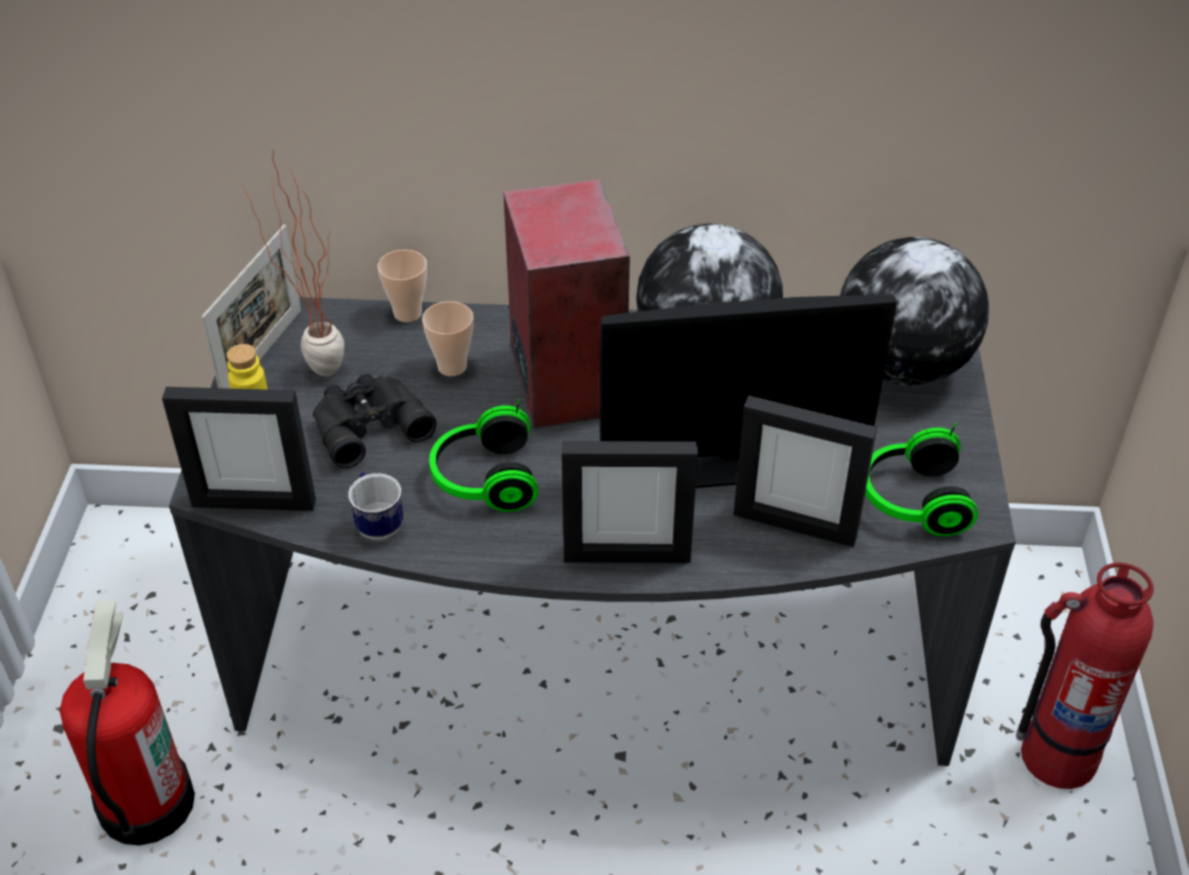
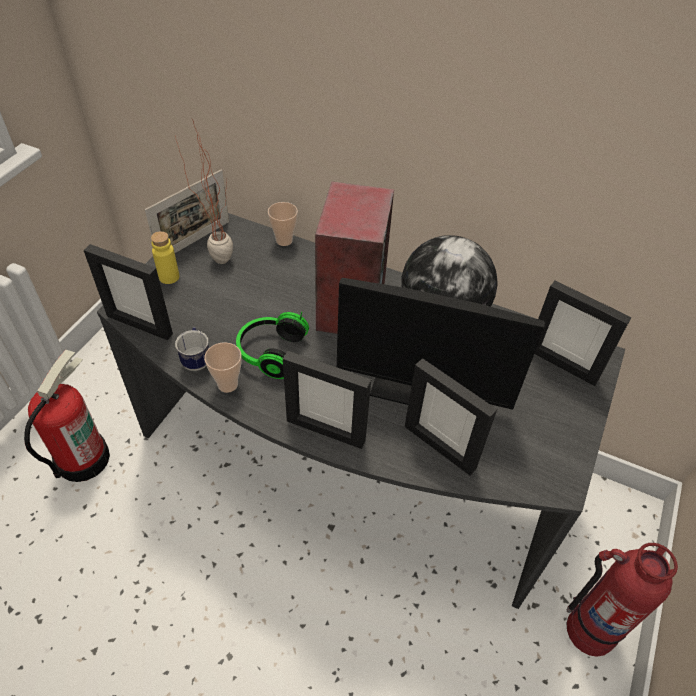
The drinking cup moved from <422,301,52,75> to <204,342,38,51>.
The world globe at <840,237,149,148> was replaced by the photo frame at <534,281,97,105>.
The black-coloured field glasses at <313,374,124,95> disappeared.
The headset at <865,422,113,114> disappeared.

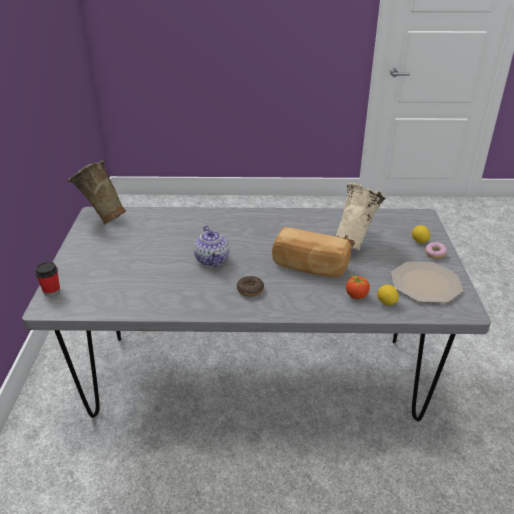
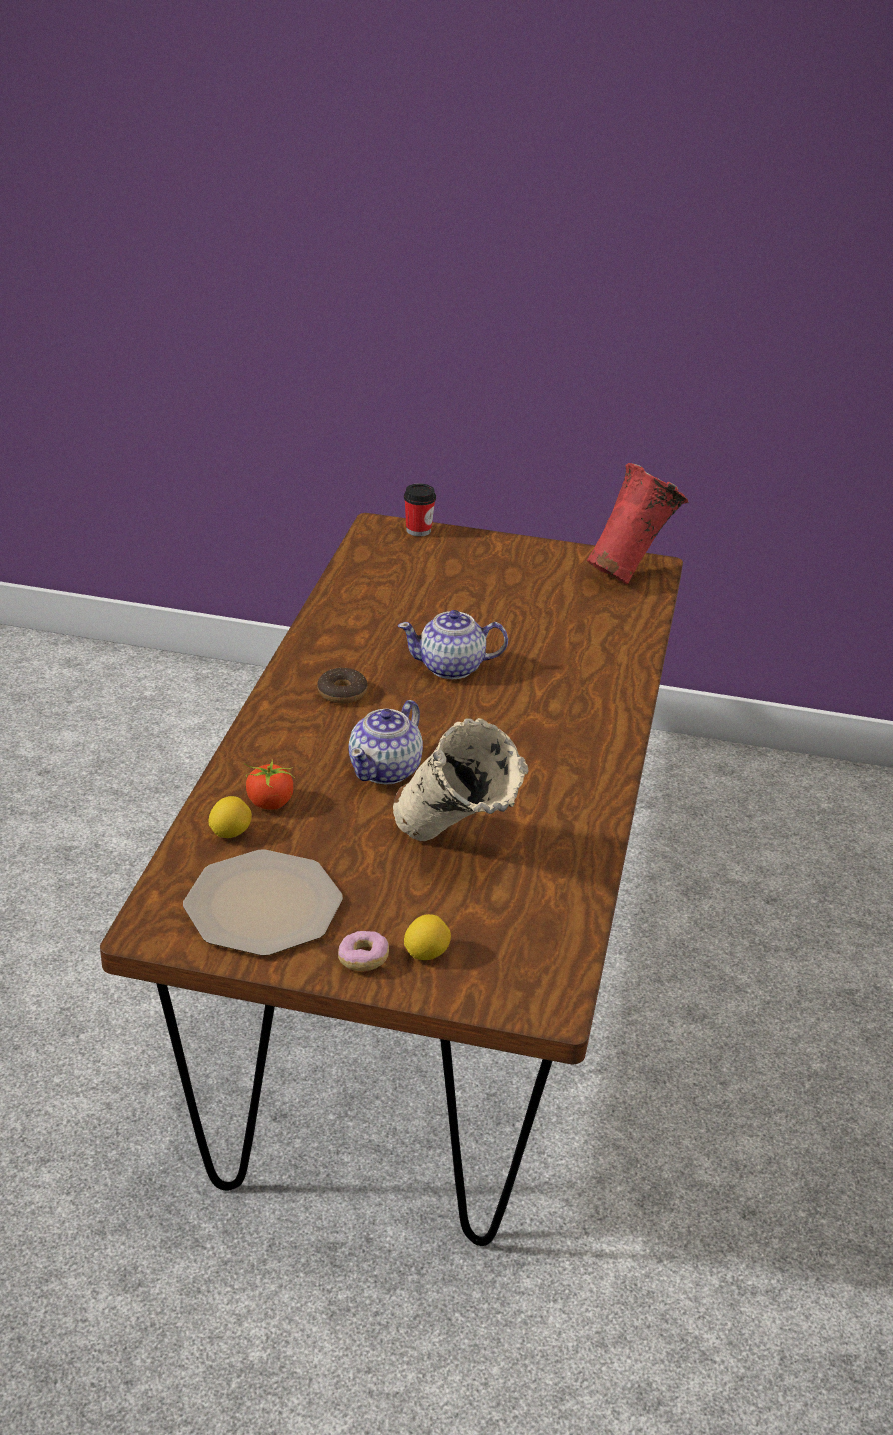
The gray dining table at <22,207,469,214> became the brownish dining table at <100,513,583,733>.
The bakery bread at <272,227,79,50> was replaced by the teapot at <348,700,75,85>.
The beige-coloured flower vase at <67,160,59,64> became the red flower vase at <587,463,102,122>.

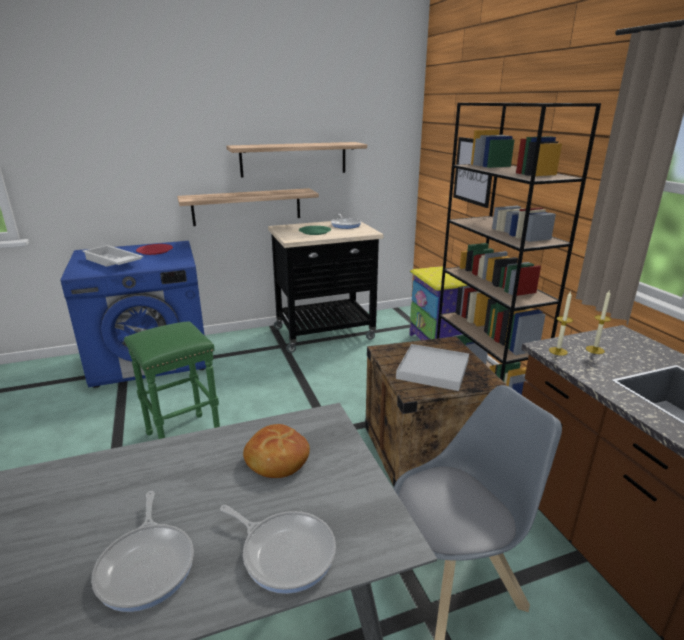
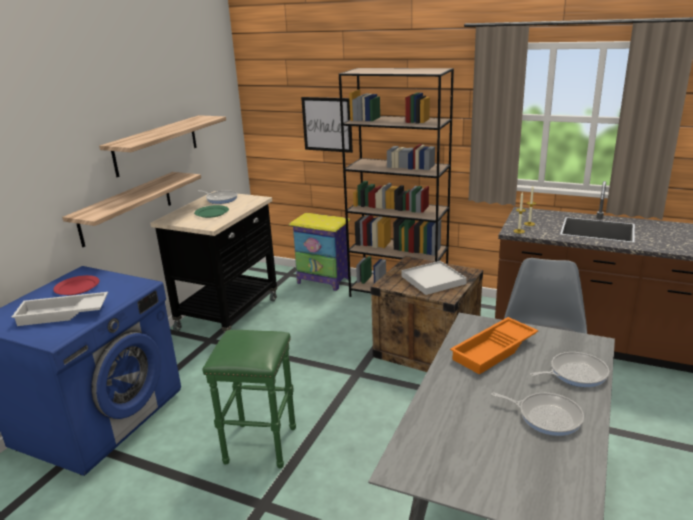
The bakery bread at <243,424,67,54> was replaced by the orangey tray at <450,317,88,58>.

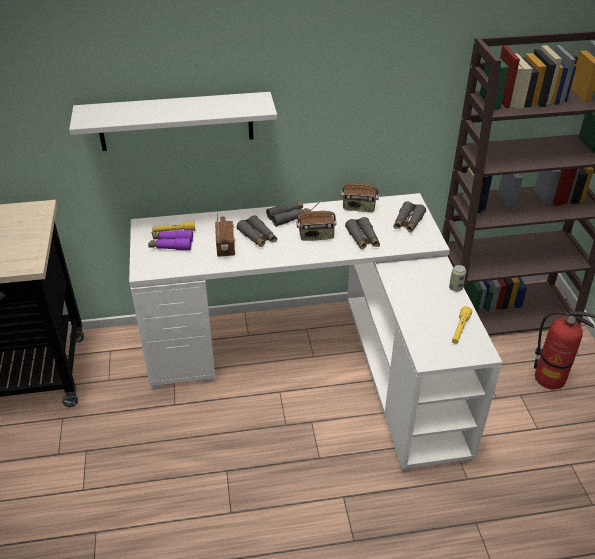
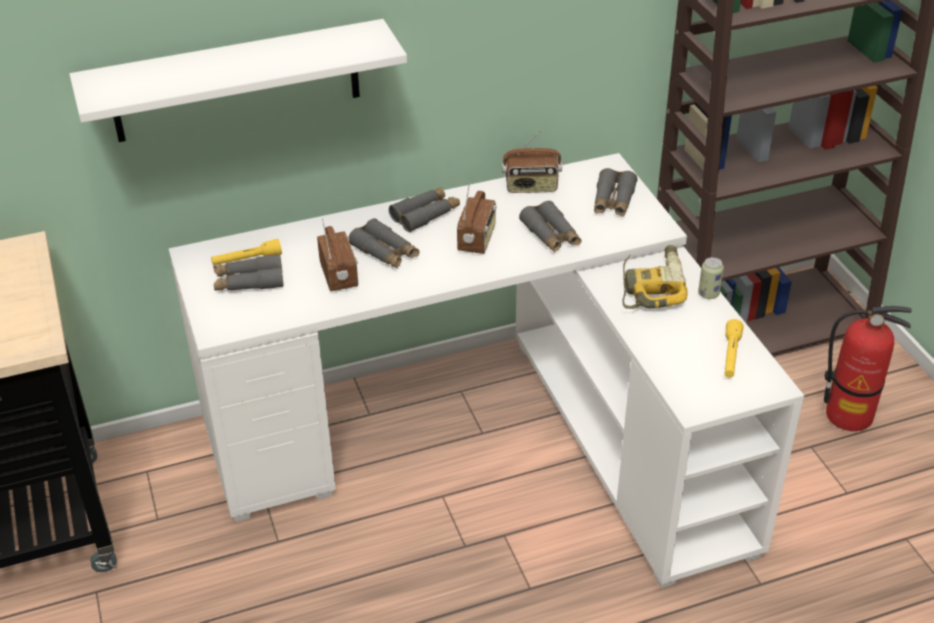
The purple field glasses at <148,230,45,20> became the gray field glasses at <213,255,71,36>.
The radio set at <297,199,40,42> turned 60 degrees counterclockwise.
The power drill at <623,245,64,64> appeared.

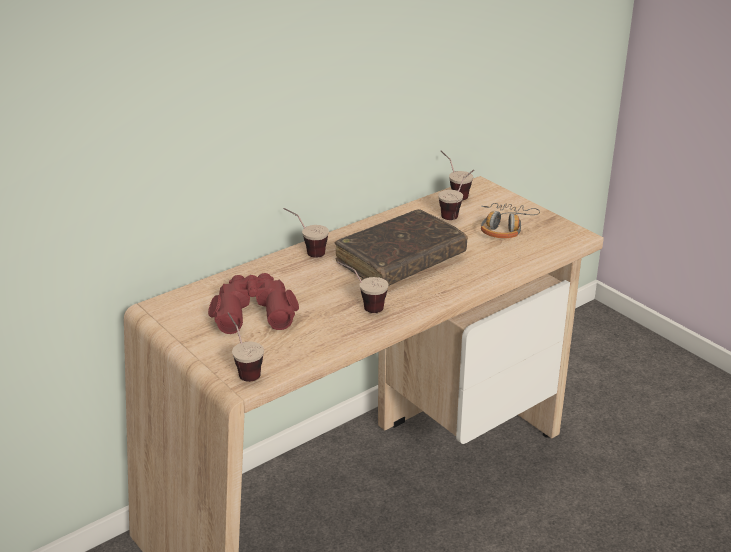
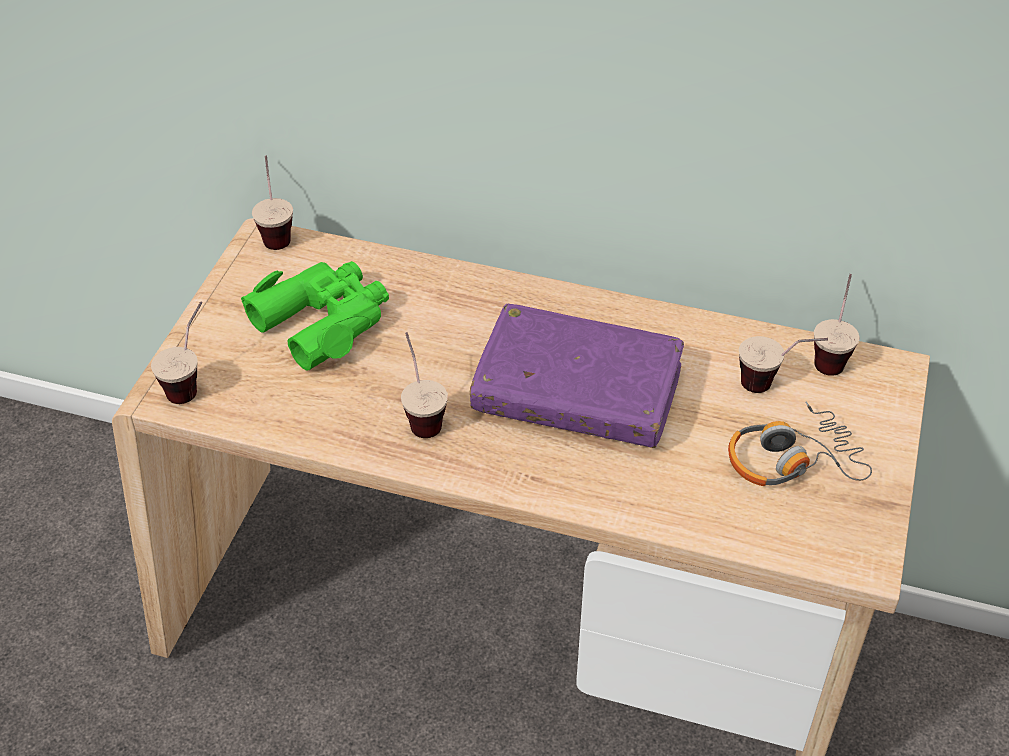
The red field glasses at <208,273,91,61> became the green-coloured field glasses at <241,261,148,110>.
The drinking cup moved from <284,208,45,50> to <252,155,41,95>.
The brownish bound book at <335,209,133,77> became the purple bound book at <470,304,214,144>.

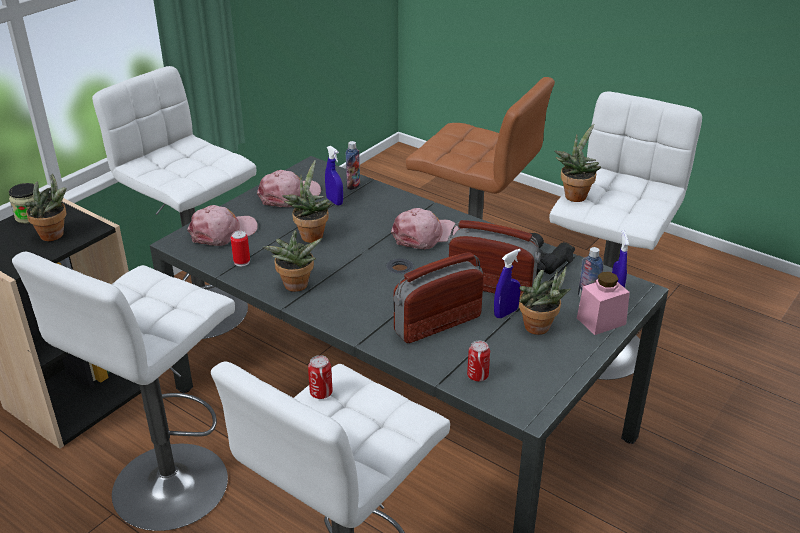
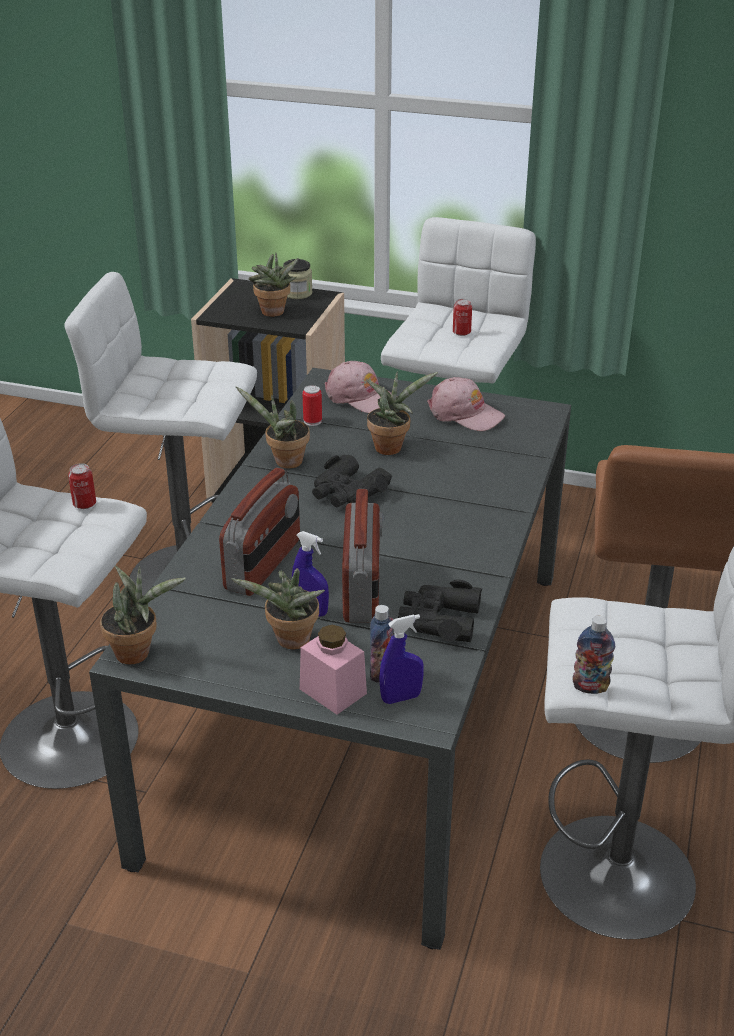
The potted plant moved from <554,124,47,78> to <100,566,86,99>.
The radio set at <394,252,90,91> turned 75 degrees clockwise.
The black-coloured field glasses at <312,454,80,53> appeared.
The sealed can moved from <467,340,23,41> to <453,299,19,37>.
The bottle moved from <346,141,14,49> to <572,616,43,78>.
The blue-coloured hand sprayer at <325,146,18,60> disappeared.
The pink-coloured baseball cap at <391,208,68,41> disappeared.

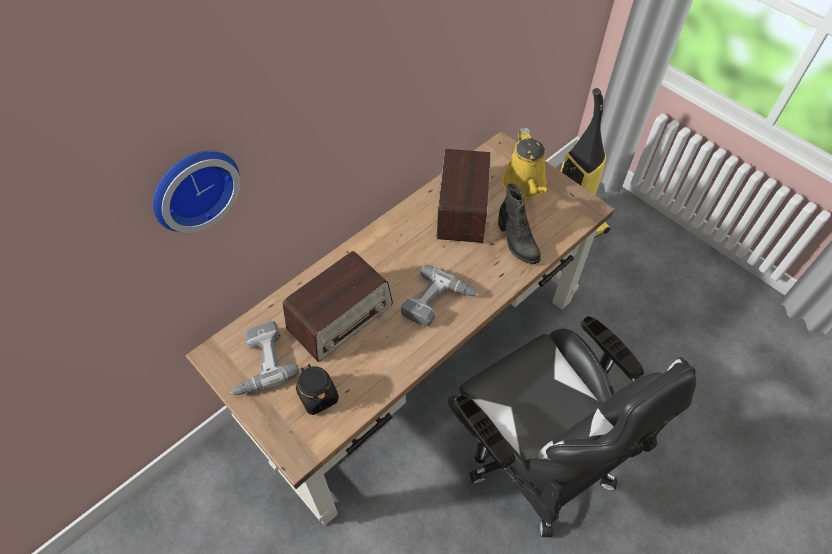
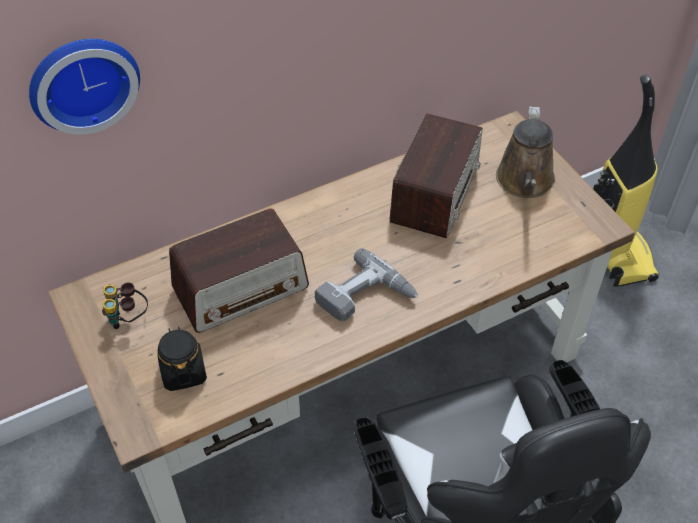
The power drill at <231,321,68,74> was replaced by the field glasses at <102,282,46,47>.
The yellow-coloured watering can at <502,128,47,71> became the brownish watering can at <496,106,59,92>.
The black-coloured boot at <498,183,43,81> disappeared.

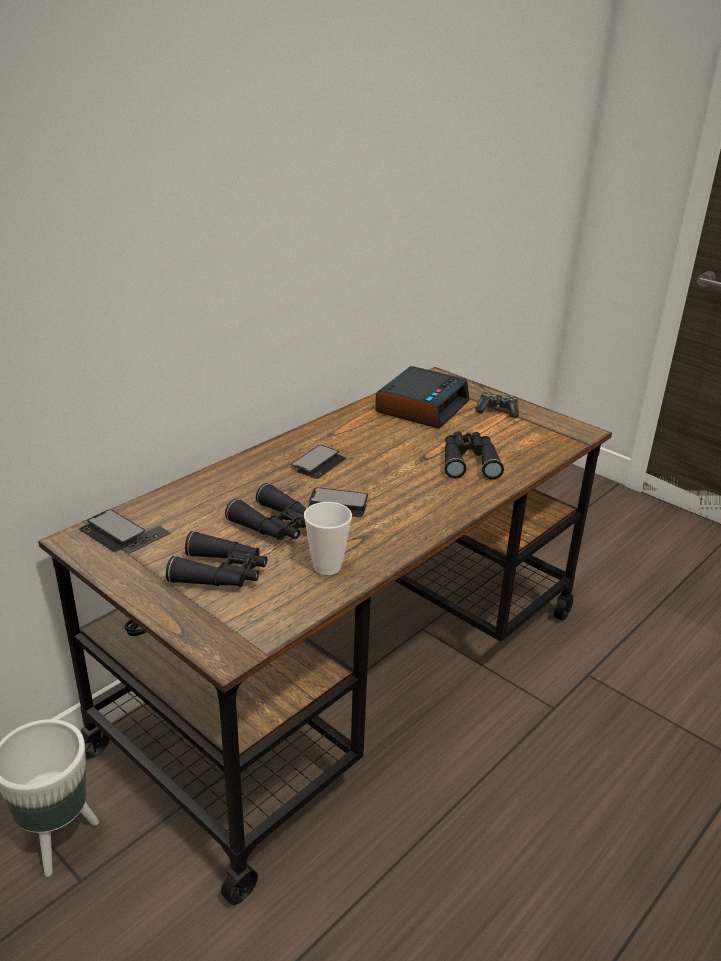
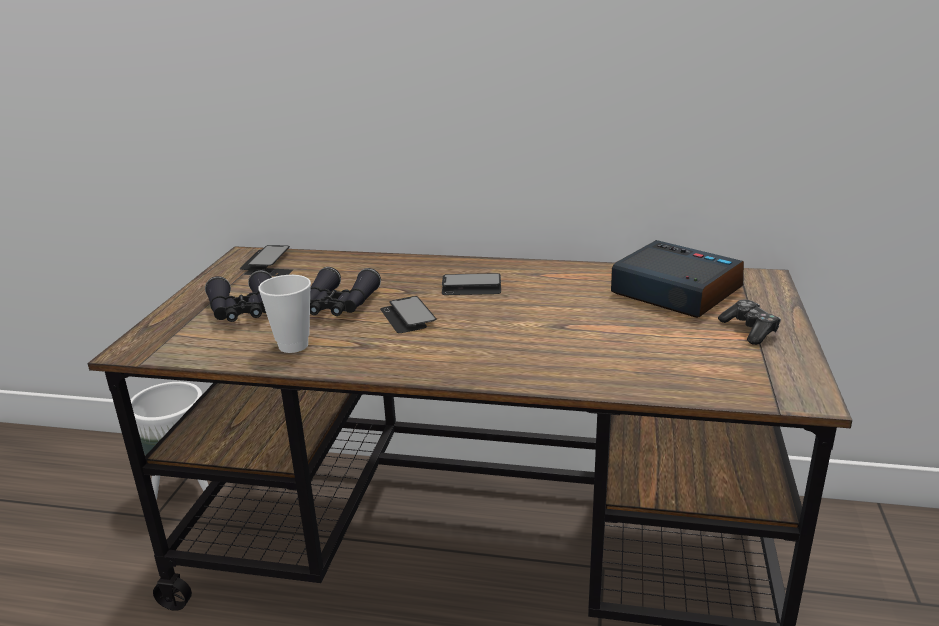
The alarm clock at <375,366,94,63> turned 135 degrees counterclockwise.
The black-coloured field glasses at <444,431,60,48> disappeared.

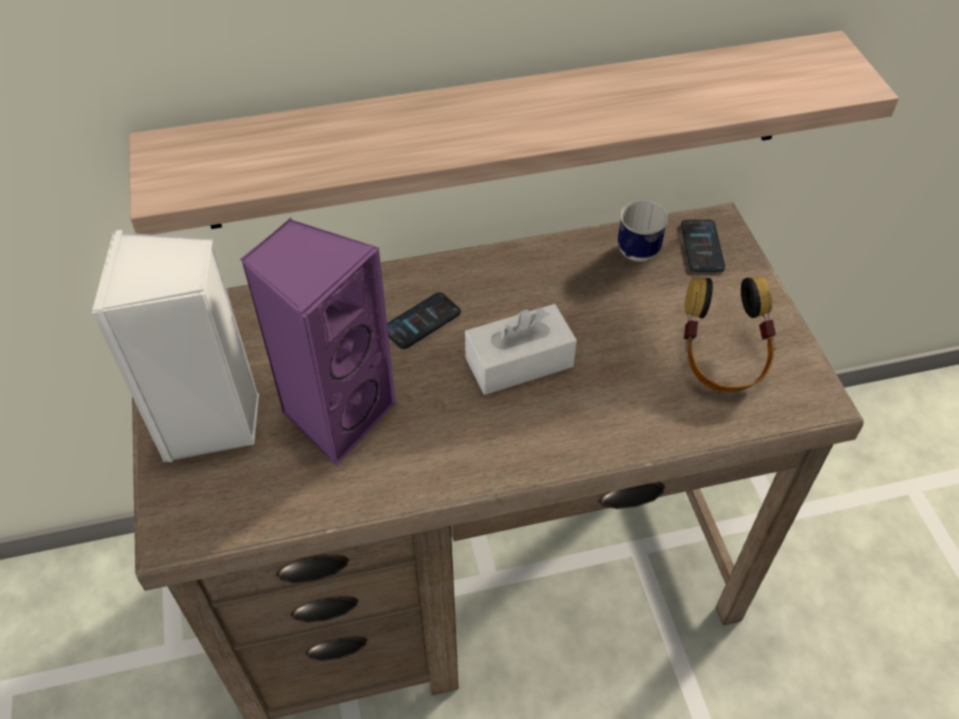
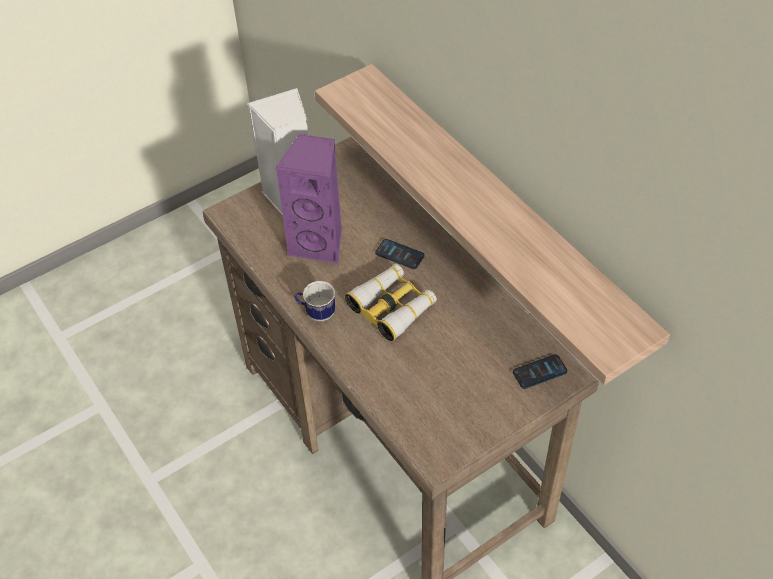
The coffee mug moved from <618,200,51,62> to <294,281,42,40>.
The white-coloured box of tissues at <465,304,112,91> was replaced by the field glasses at <345,264,92,77>.
The headset at <684,277,92,115> disappeared.

